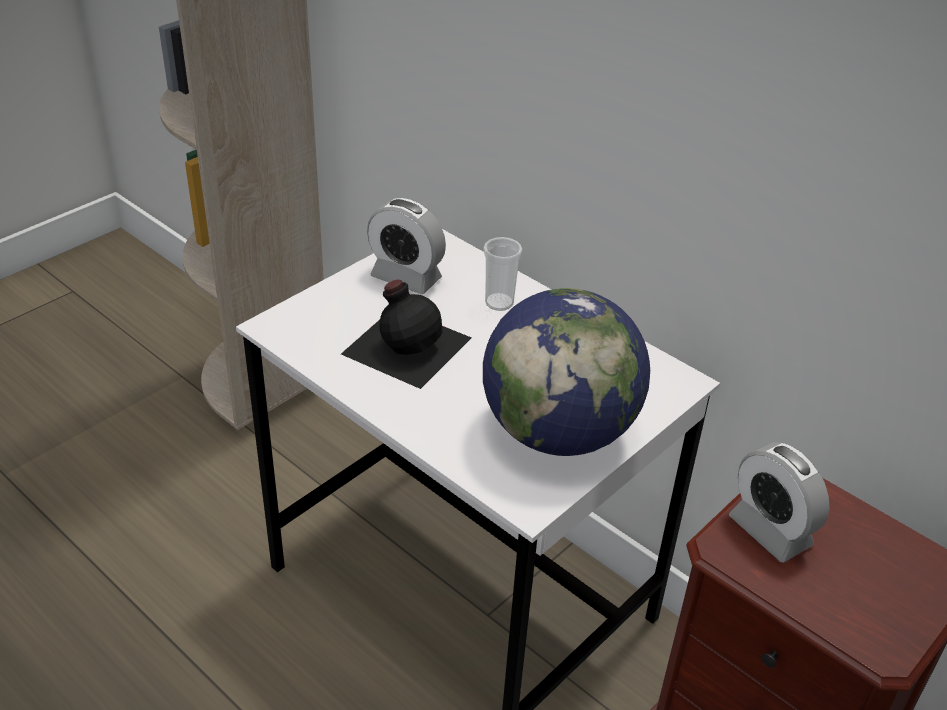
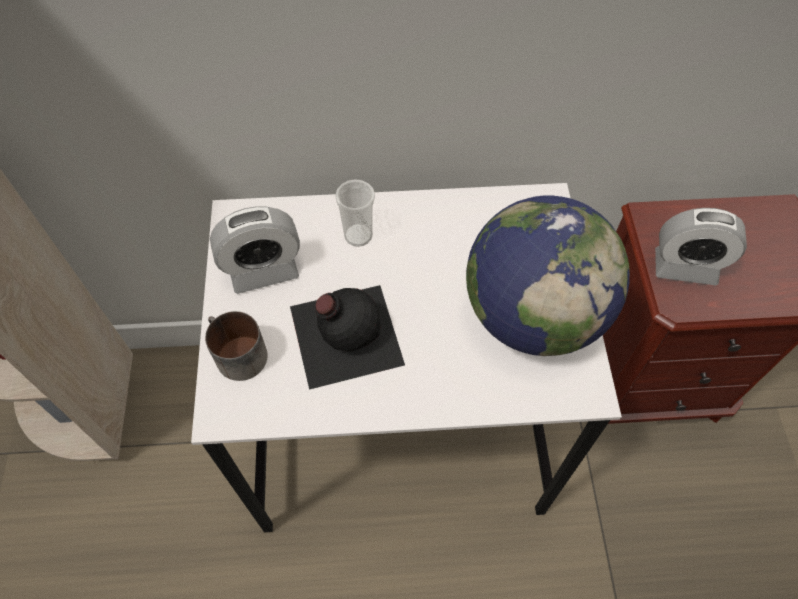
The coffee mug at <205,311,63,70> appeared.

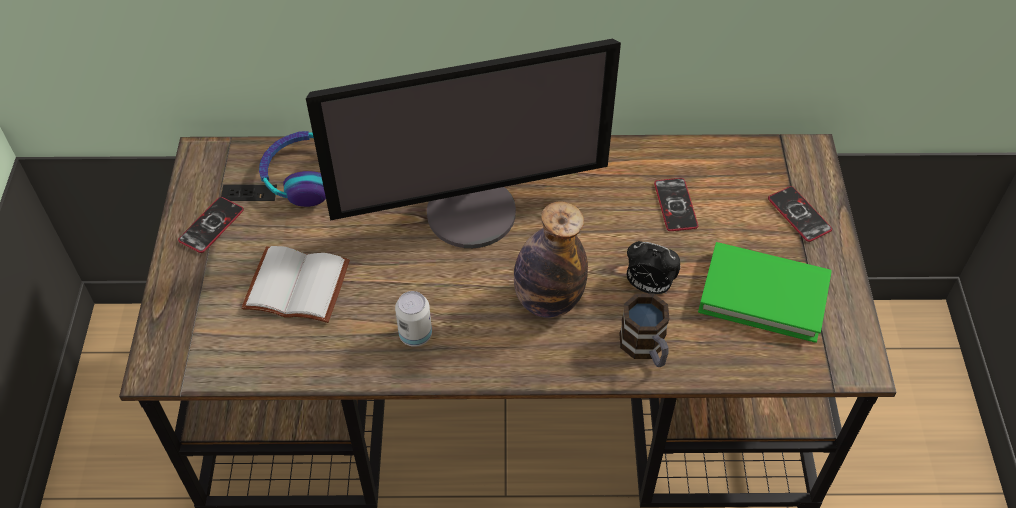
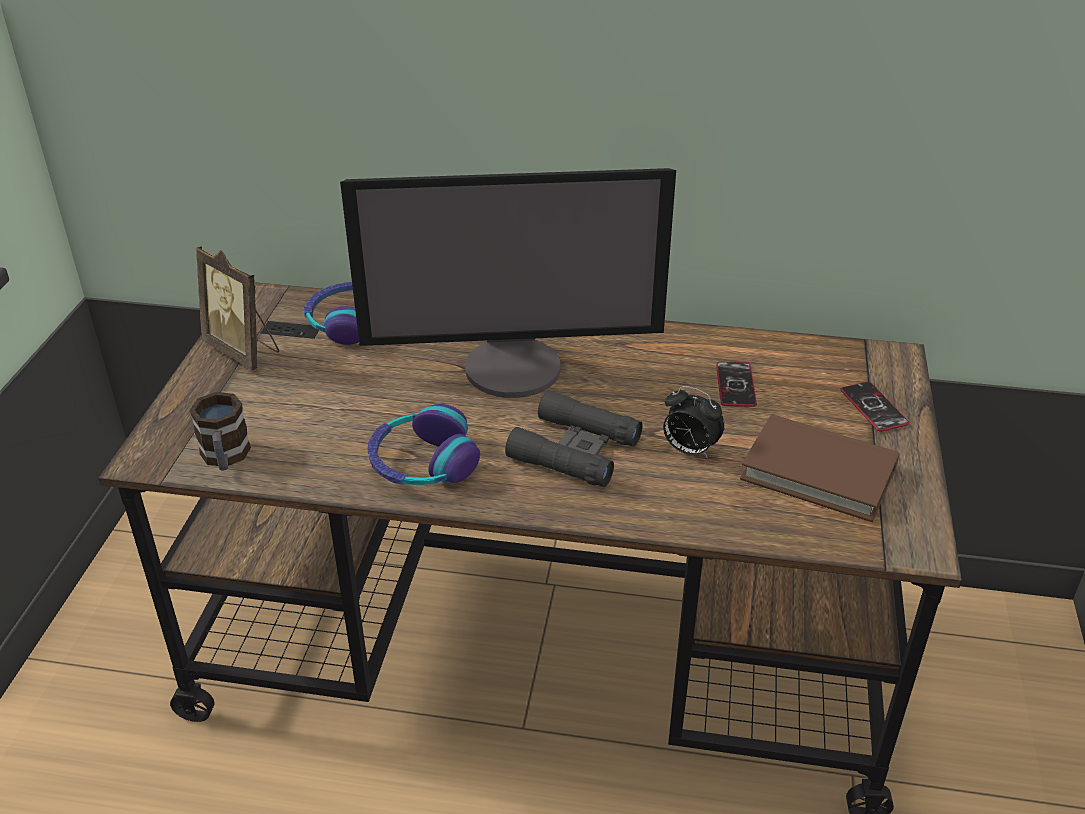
The coffee mug moved from <619,294,51,73> to <189,392,62,78>.
The handset at <178,197,66,56> was replaced by the photo frame at <196,246,83,125>.
The sealed can at <395,291,37,56> was replaced by the headset at <367,404,113,81>.
The bottle at <514,202,74,116> was replaced by the black-coloured field glasses at <505,390,138,97>.
The green-coloured bound book at <698,242,134,101> became the brownish bound book at <740,414,160,108>.
The white-coloured bound book at <241,246,109,77> disappeared.

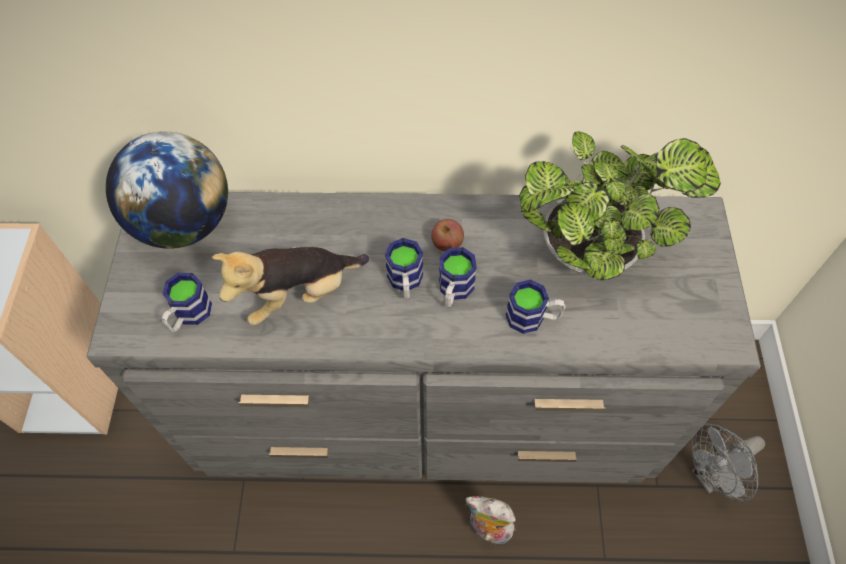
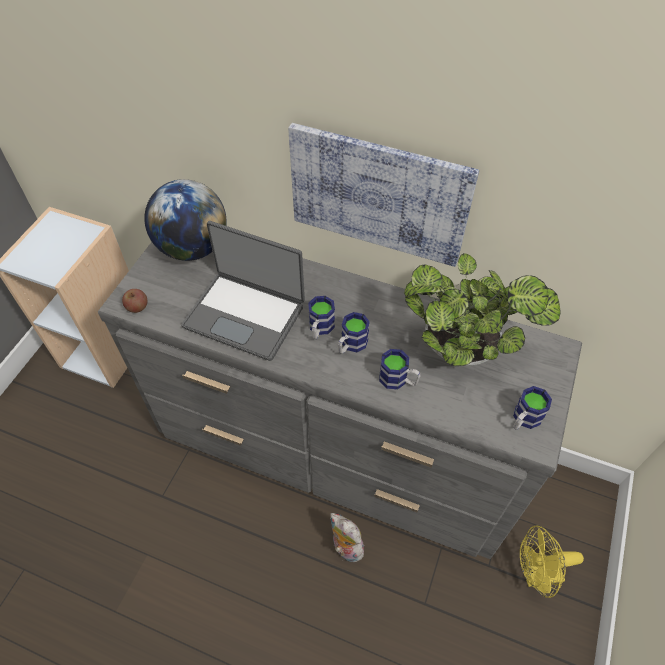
The apple moved from <431,219,33,33> to <122,289,25,24>.
The soft toy at <212,247,157,78> was replaced by the laptop at <181,221,124,140>.
The wall picture at <288,123,191,144> appeared.
The coffee mug moved from <162,273,50,59> to <513,386,39,44>.
The gray fan at <692,423,73,79> became the yellow-coloured fan at <520,526,64,72>.

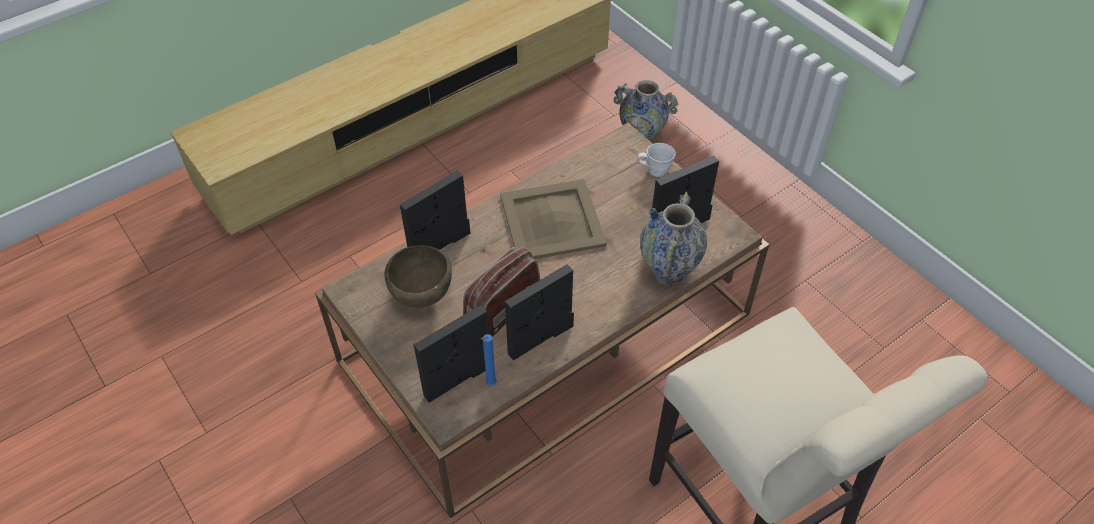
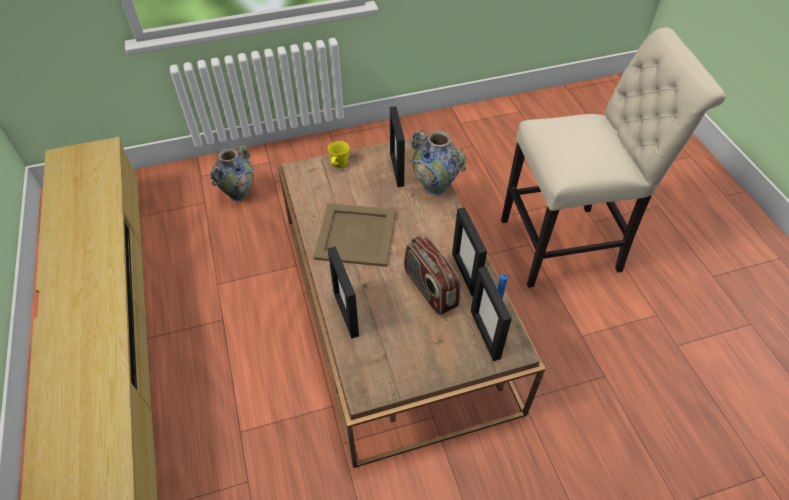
The white-coloured coffee mug at <637,143,39,35> became the yellow-coloured coffee mug at <328,141,21,27>.
The brownish deep dish at <385,245,67,63> disappeared.

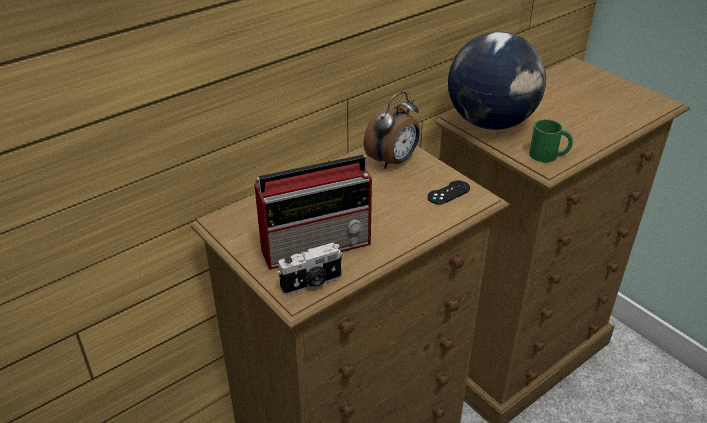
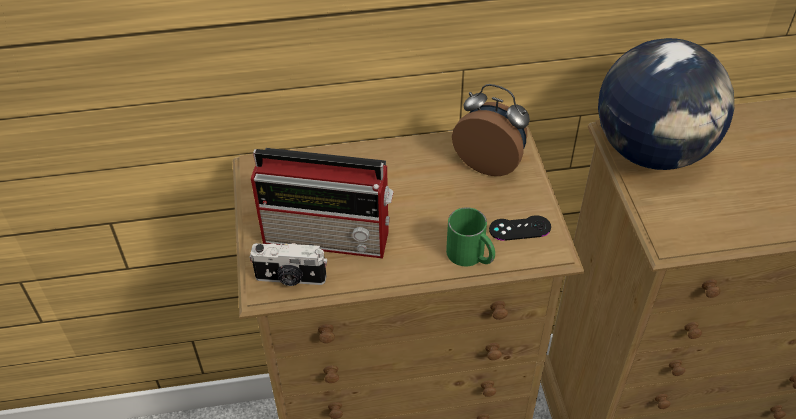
The green-coloured coffee mug moved from <529,119,44,43> to <446,207,49,59>.
The alarm clock at <363,92,57,77> turned 135 degrees counterclockwise.

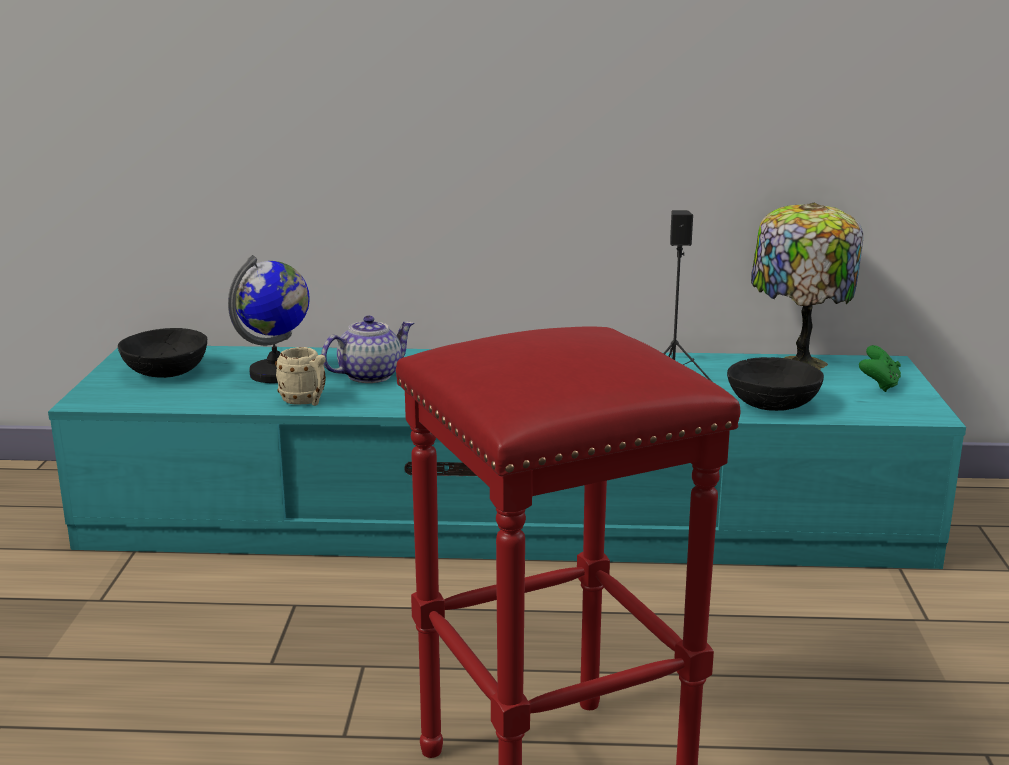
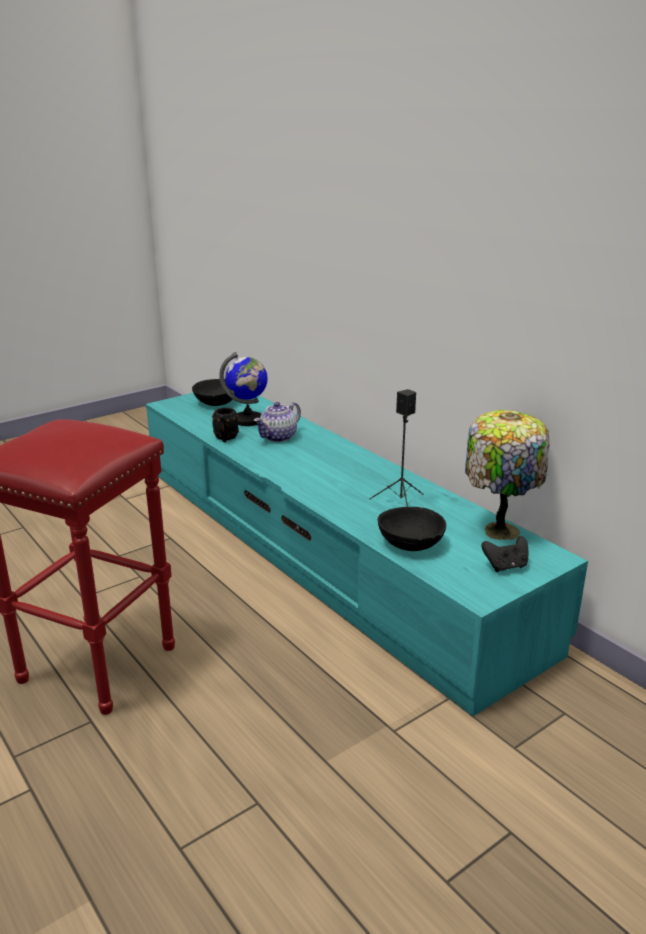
The beige-coloured coffee mug at <275,347,51,59> became the black-coloured coffee mug at <212,407,27,35>.
The teapot at <321,316,93,67> turned 120 degrees clockwise.
The green-coloured joypad at <859,345,42,47> became the black-coloured joypad at <481,536,47,36>.

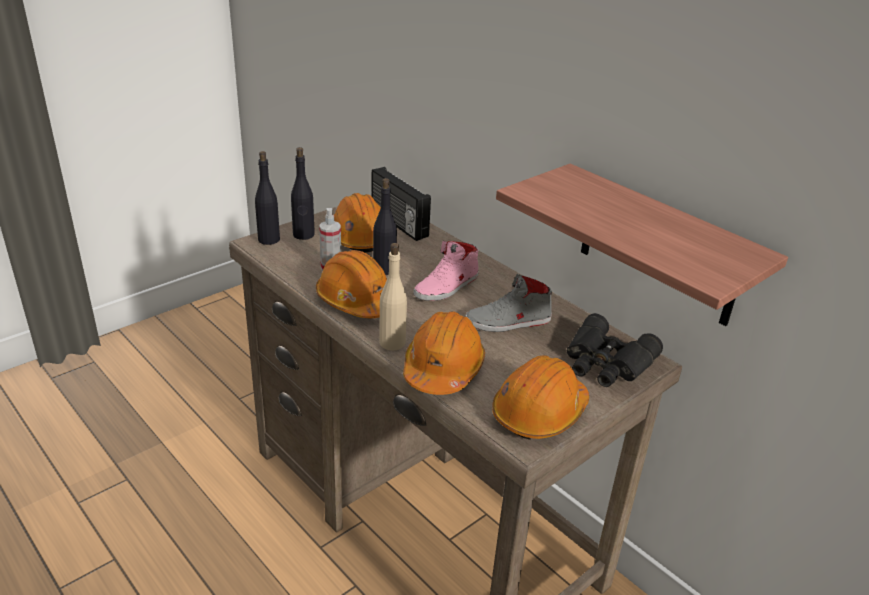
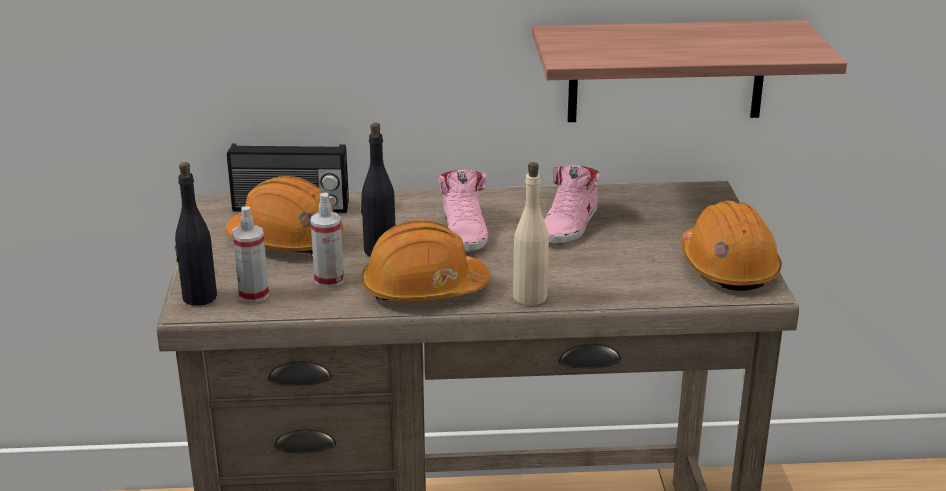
The hand sprayer at <232,206,37,97> appeared.
The gray low shoe at <465,274,87,58> became the pink-coloured low shoe at <544,165,56,79>.
The black-coloured bottle at <291,147,24,93> disappeared.
The orangey safety helmet at <403,311,82,84> disappeared.
The black-coloured field glasses at <567,313,96,74> disappeared.

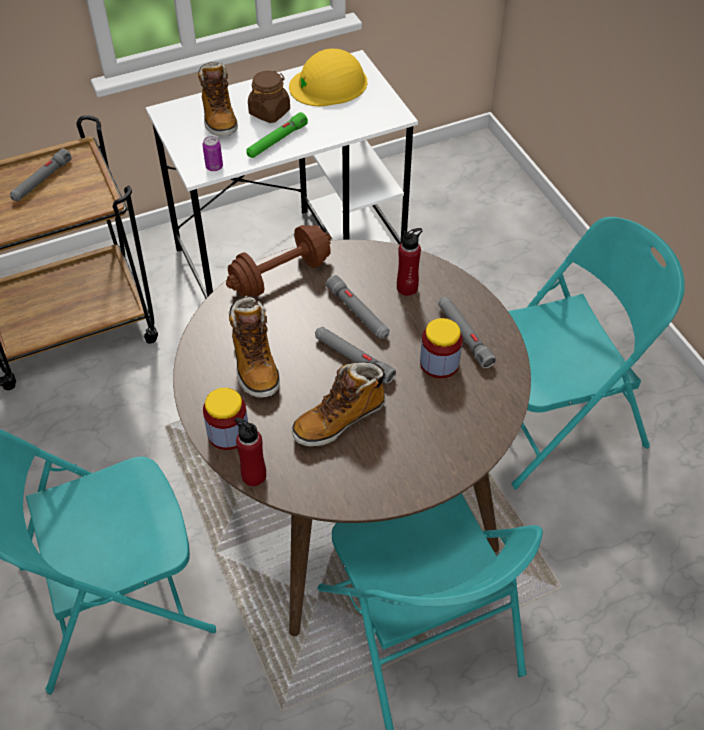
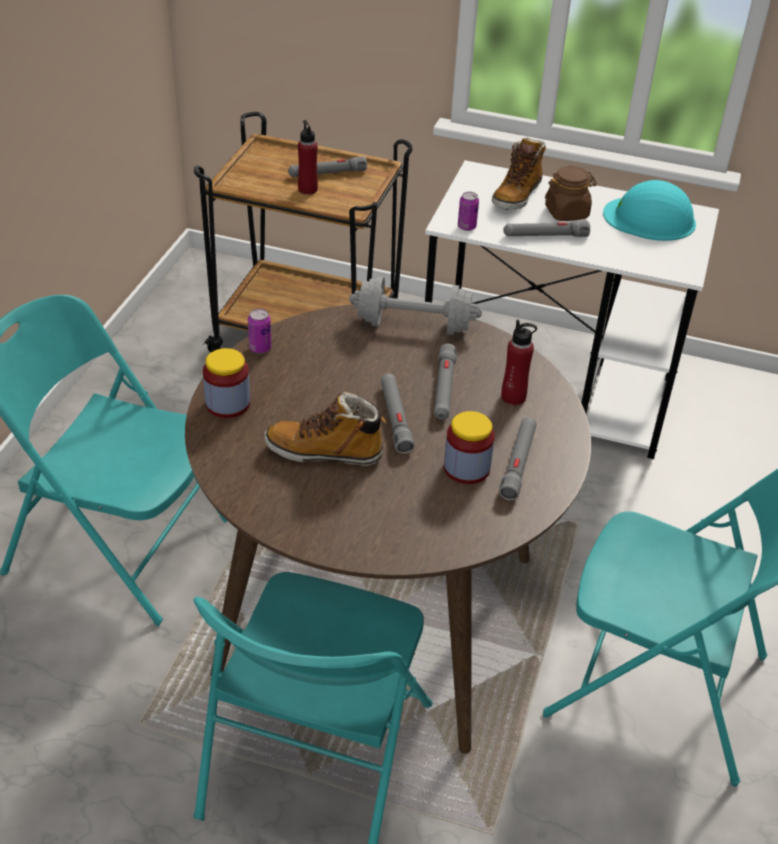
The sealed can at <248,309,23,44> appeared.
The red bottle moved from <234,418,32,68> to <298,120,20,75>.
The brownish dumbbell at <226,225,105,72> became the gray dumbbell at <349,276,133,59>.
The green-coloured hand torch at <246,112,62,46> became the gray hand torch at <503,221,87,16>.
The yellow-coloured safety helmet at <289,49,78,57> became the turquoise safety helmet at <603,180,93,61>.
The boot at <229,296,51,101> disappeared.

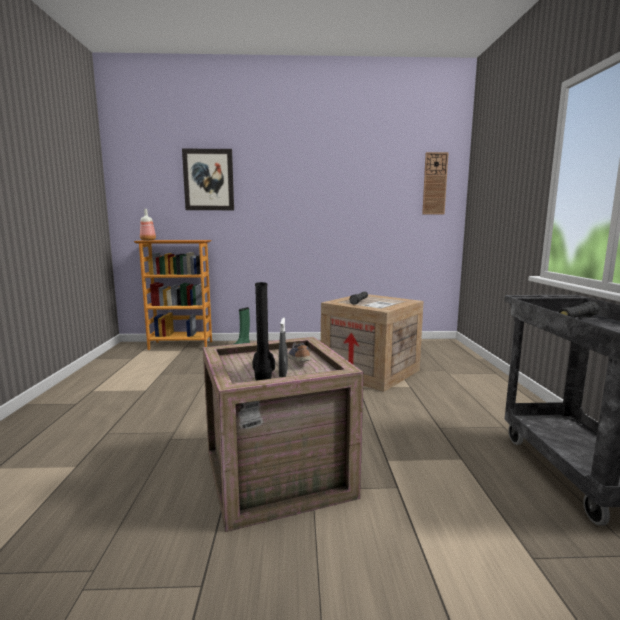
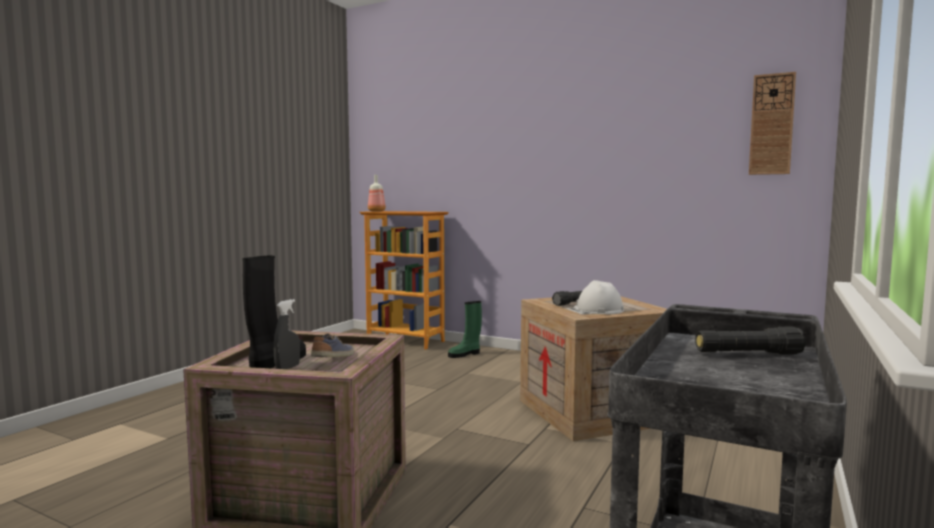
The white-coloured safety helmet at <573,280,51,34> appeared.
The wall picture at <182,149,52,61> disappeared.

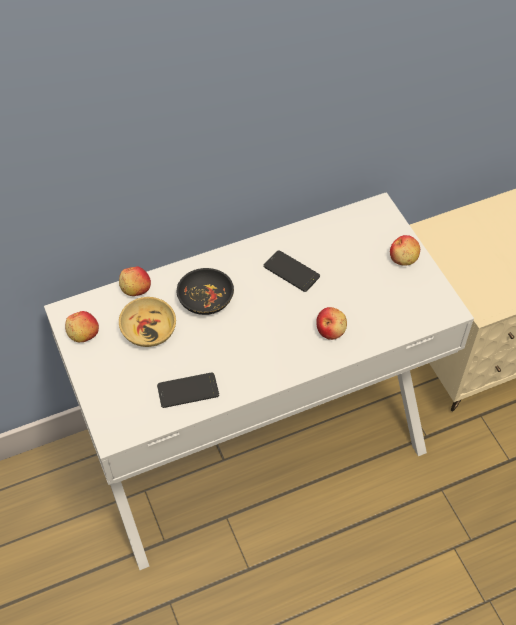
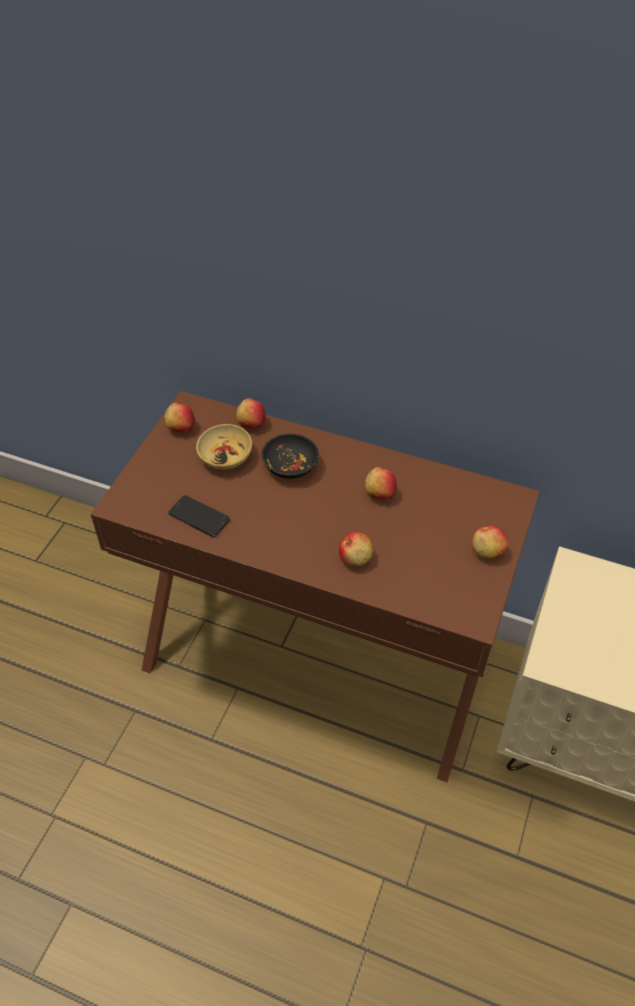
The white-coloured narrow table at <44,192,430,378> became the brownish narrow table at <90,391,450,391>.
The handset at <263,250,57,42> was replaced by the apple at <365,467,32,33>.

